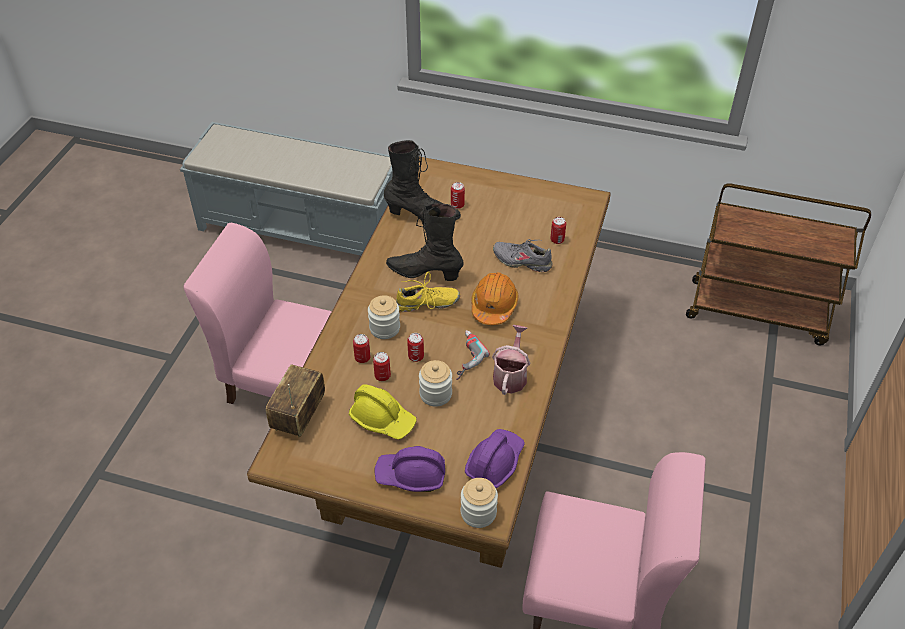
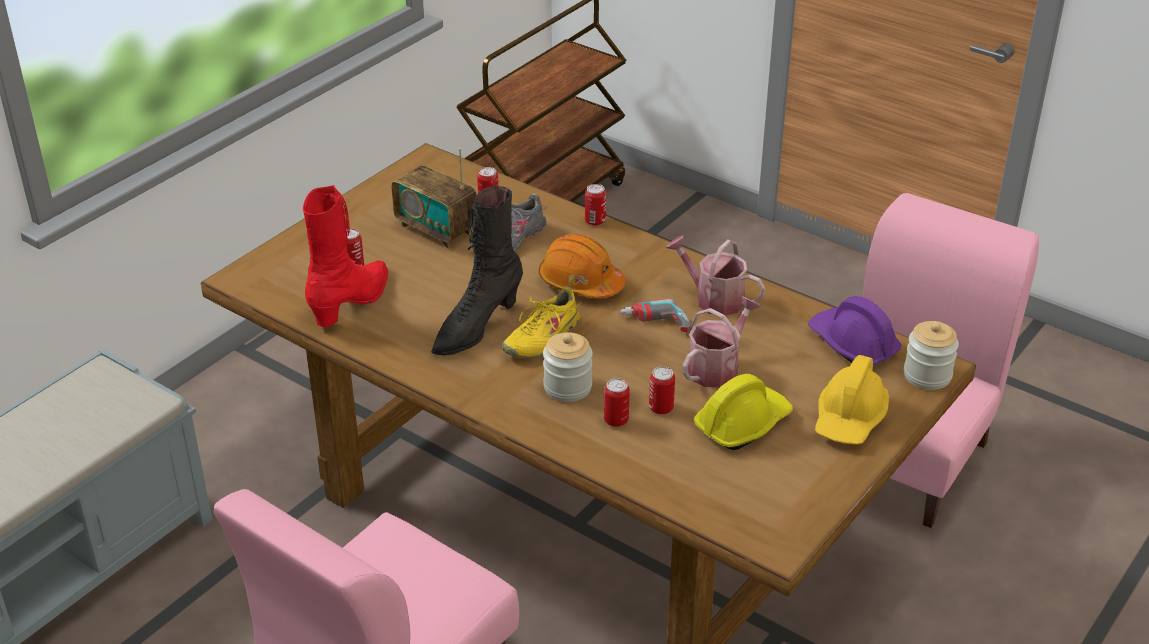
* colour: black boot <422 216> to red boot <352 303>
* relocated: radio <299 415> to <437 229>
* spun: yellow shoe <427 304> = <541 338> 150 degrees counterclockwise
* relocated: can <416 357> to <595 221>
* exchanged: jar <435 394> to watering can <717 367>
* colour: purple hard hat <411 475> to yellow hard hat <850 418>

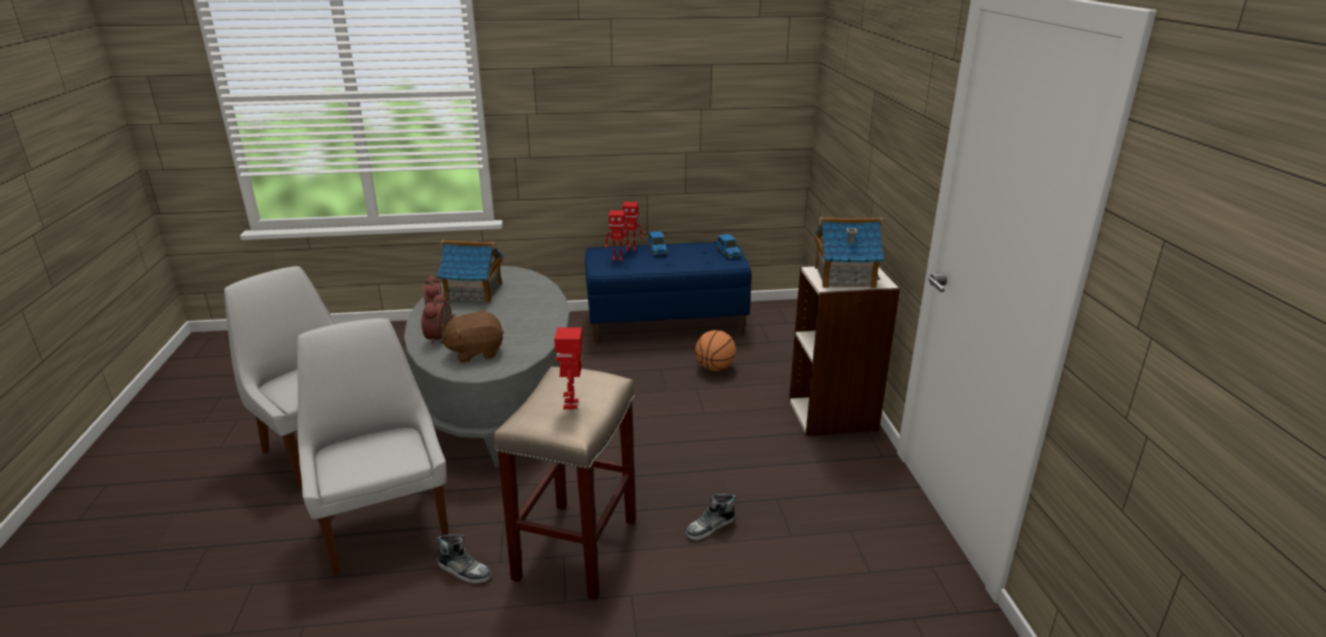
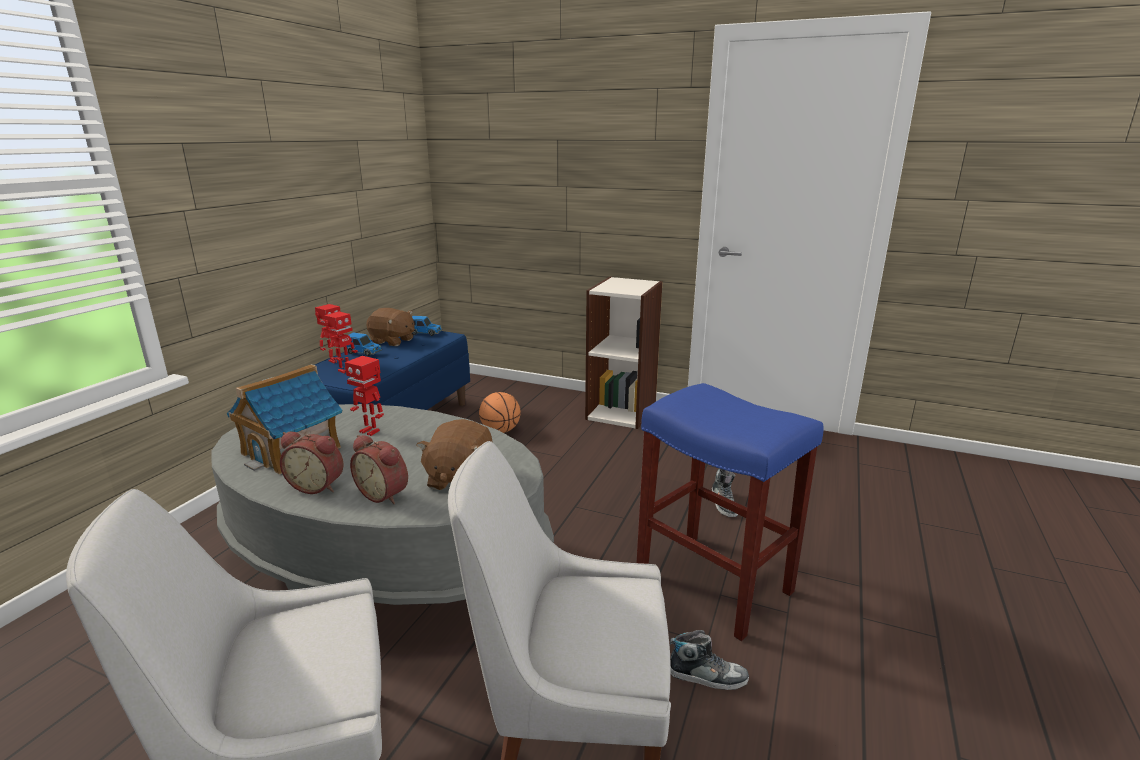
* relocated: toy robot <572 404> to <370 431>
* appeared: brown plush toy <392 341>
* colour: beige stool <576 547> to blue stool <711 582>
* spun: shoe <464 570> = <707 675> 45 degrees clockwise
* missing: toy house <844 277>

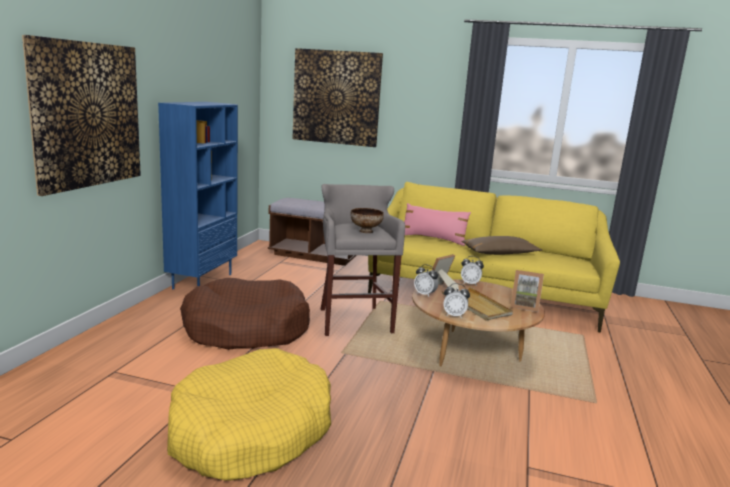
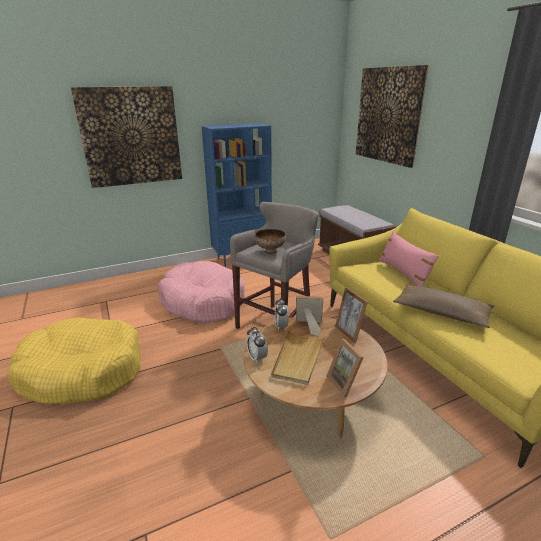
* colour: brown dog bed <246 329> to pink dog bed <203 301>
* exchanged: alarm clock <470 283> to picture frame <348 333>

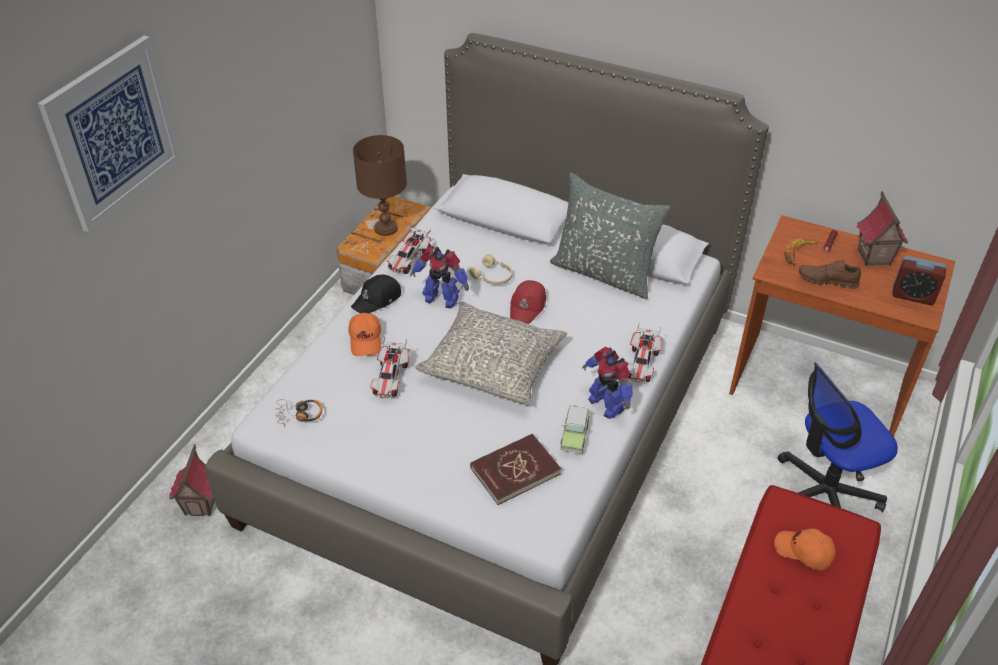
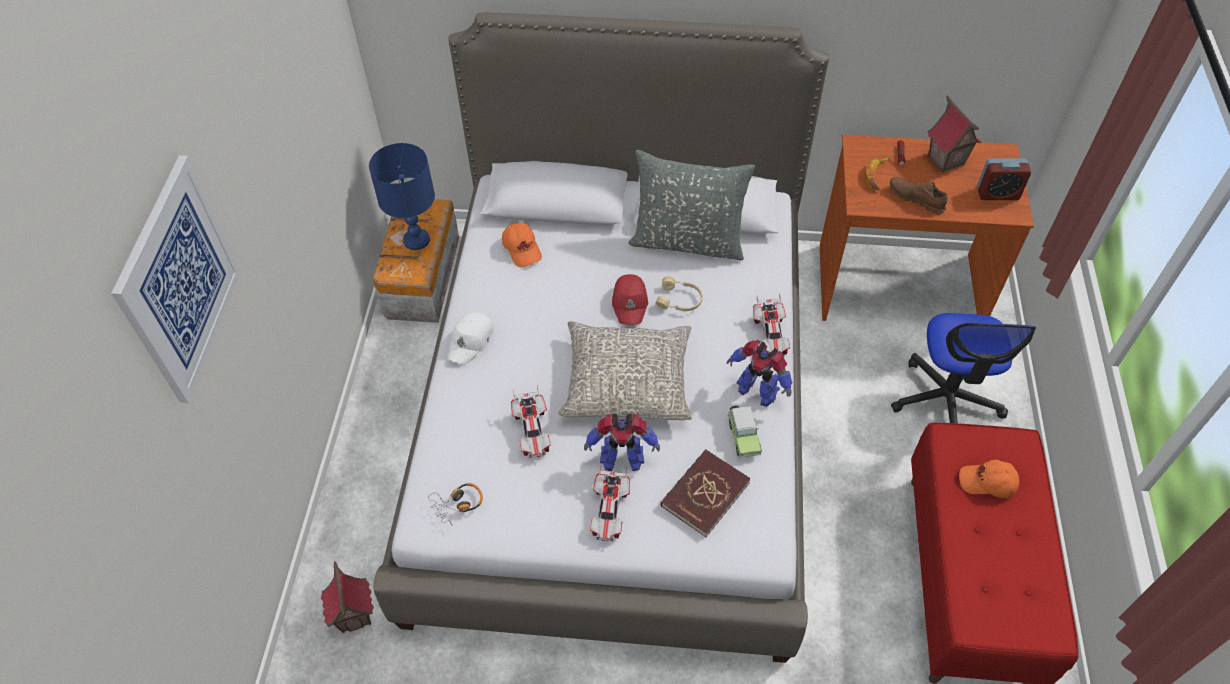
* colour: brown table lamp <386 228> to blue table lamp <416 239>
* colour: black cap <377 299> to white cap <471 341>
* relocated: orange cap <366 340> to <522 249>
* relocated: toy robot <441 298> to <621 459>
* relocated: toy car <409 260> to <609 511>
* relocated: beige headphones <492 277> to <679 300>
* spun: brown shoe <827 281> = <916 199> 45 degrees clockwise
* spun: office chair <823 495> = <946 400> 45 degrees counterclockwise

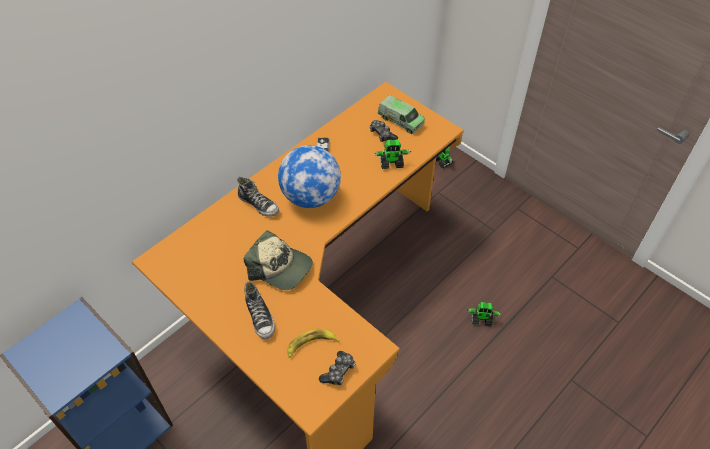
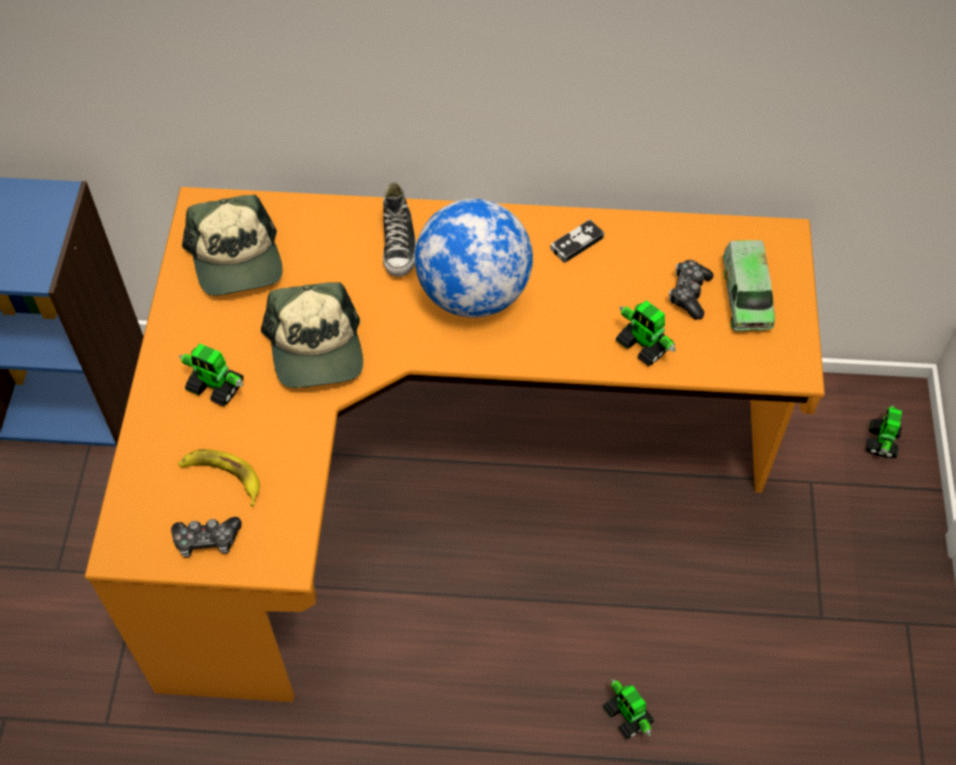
* exchanged: shoe <260 317> to toy robot <216 387>
* appeared: cap <236 260>

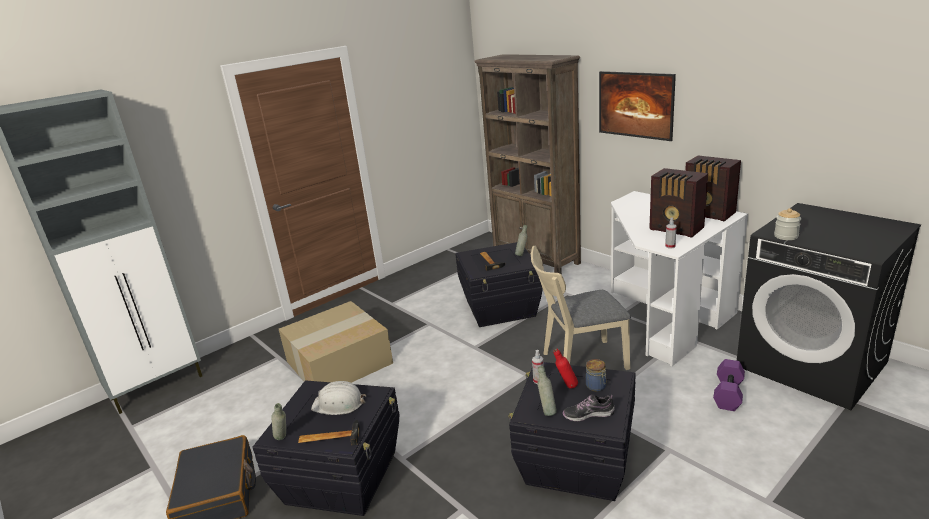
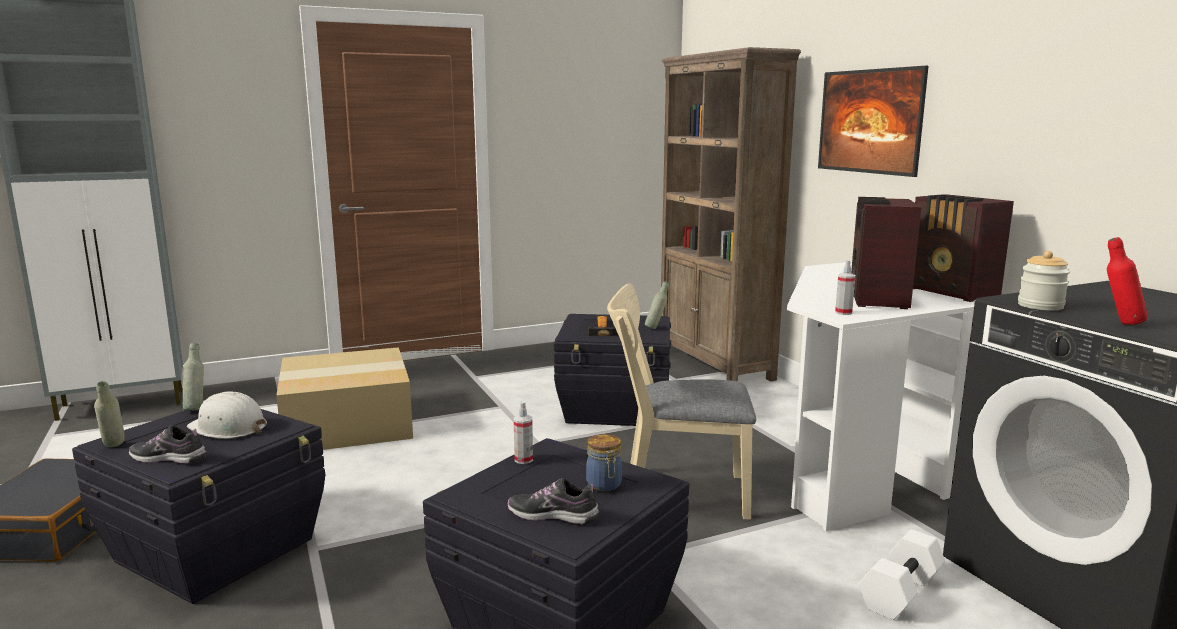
* exchanged: hammer <329 437> to shoe <169 458>
* relocated: grey bottle <547 411> to <196 409>
* spun: radio <677 229> = <877 299> 45 degrees clockwise
* colour: purple dumbbell <727 393> to white dumbbell <899 591>
* relocated: red bottle <566 387> to <1119 324>

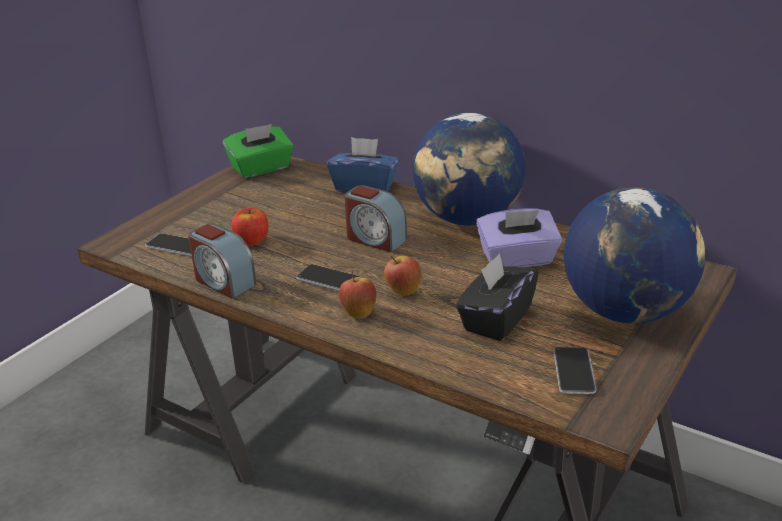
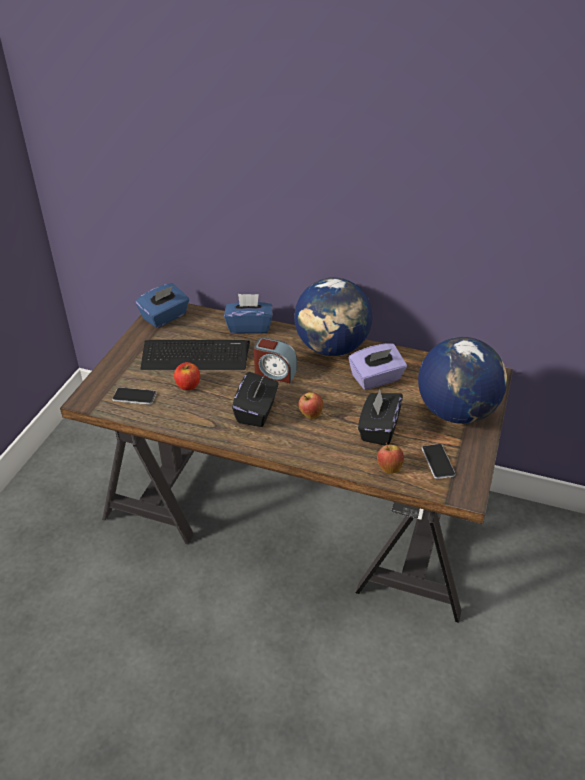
* colour: green tissue box <261 168> to blue tissue box <165 317>
* appeared: keyboard <195 356>
* exchanged: phone <328 279> to black tissue box <256 412>
* relocated: apple <358 312> to <389 468>
* missing: alarm clock <223 282>

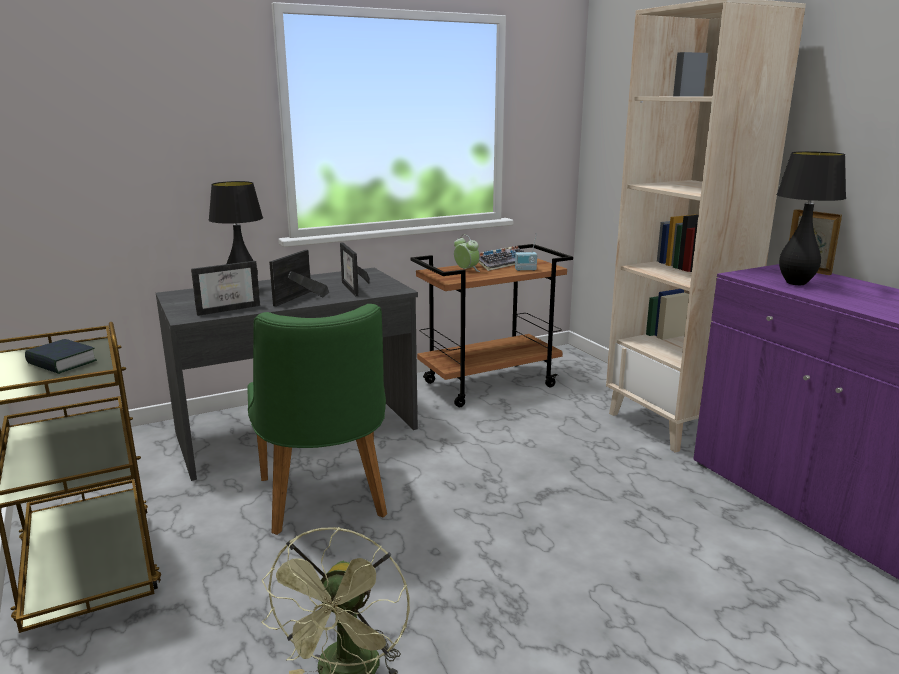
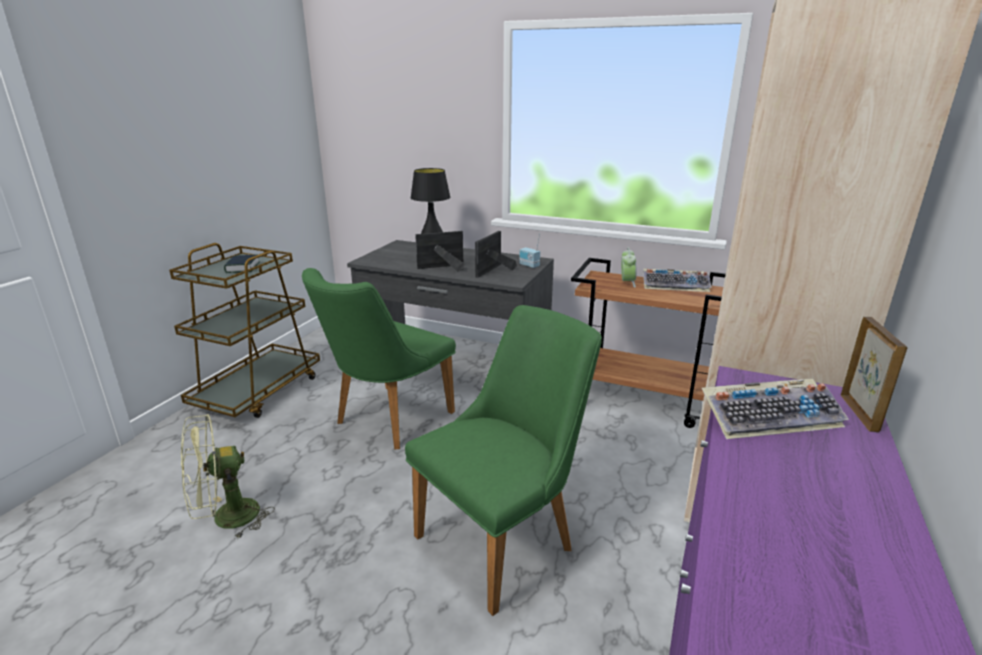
* appeared: green chair <506 537>
* relocated: radio <525 270> to <529 265>
* exchanged: black table lamp <795 283> to keyboard <770 417>
* missing: picture frame <228 308>

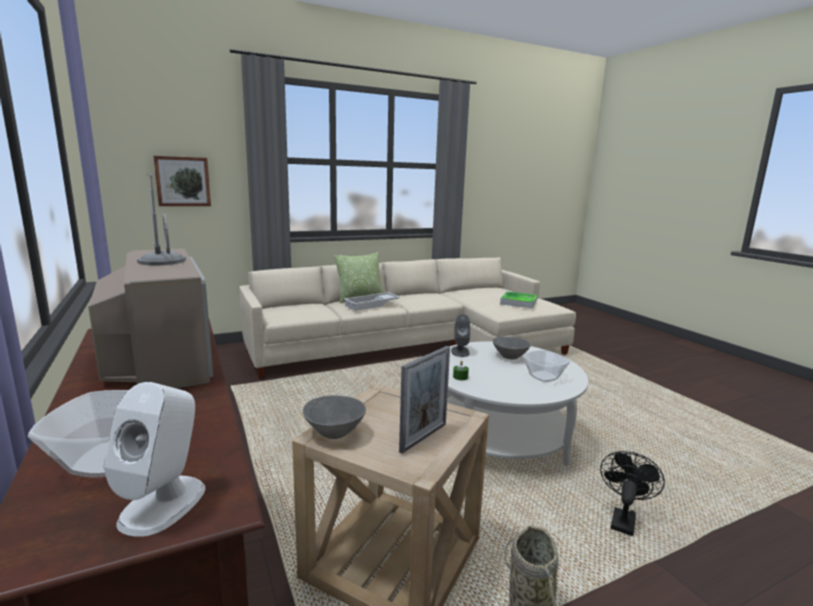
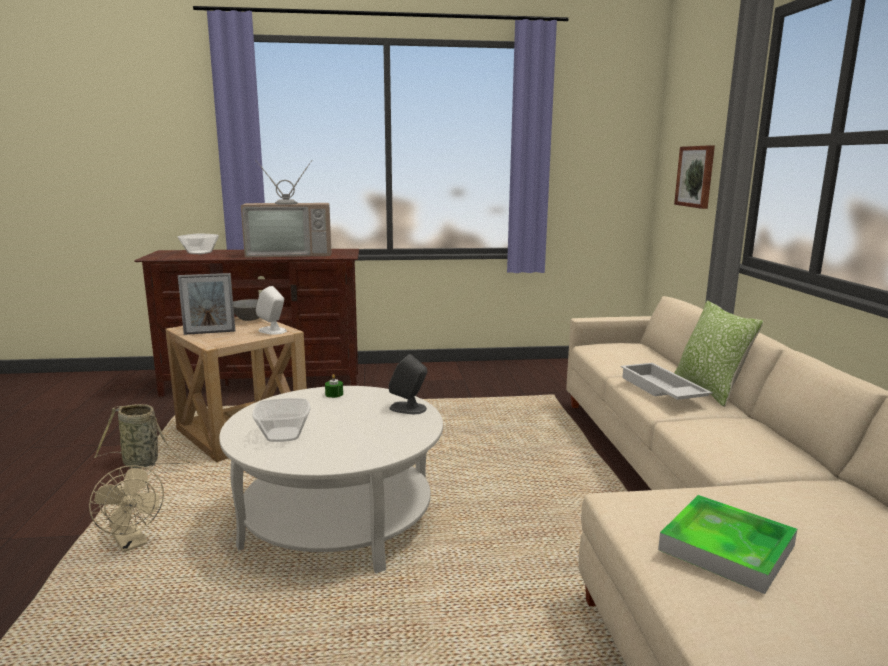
* colour: black fan <623 519> to beige fan <132 543>
* spun: picture frame <423 437> = <209 332> 75 degrees counterclockwise
* relocated: white speaker <164 503> to <272 331>
* missing: grey bowl <509 356>

